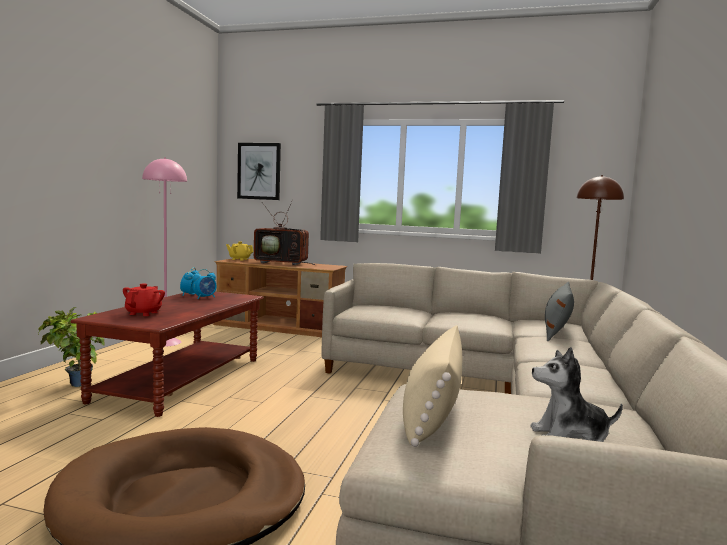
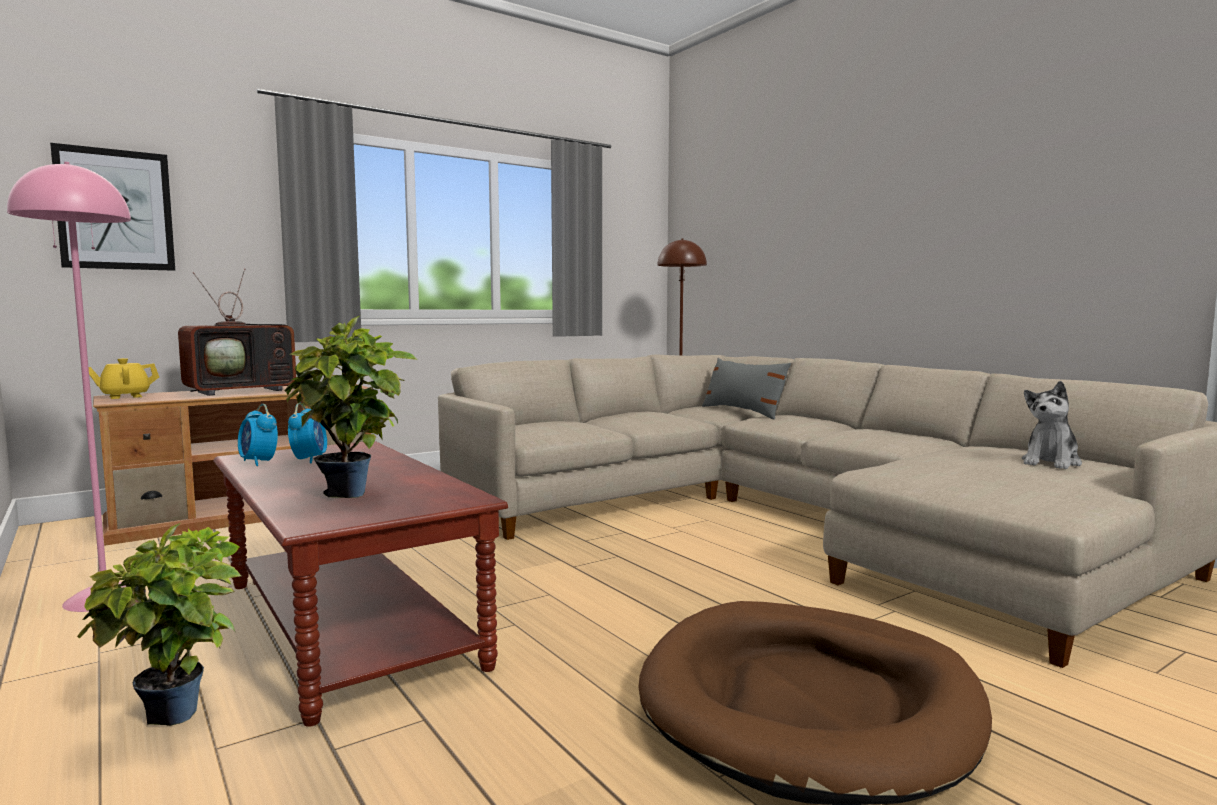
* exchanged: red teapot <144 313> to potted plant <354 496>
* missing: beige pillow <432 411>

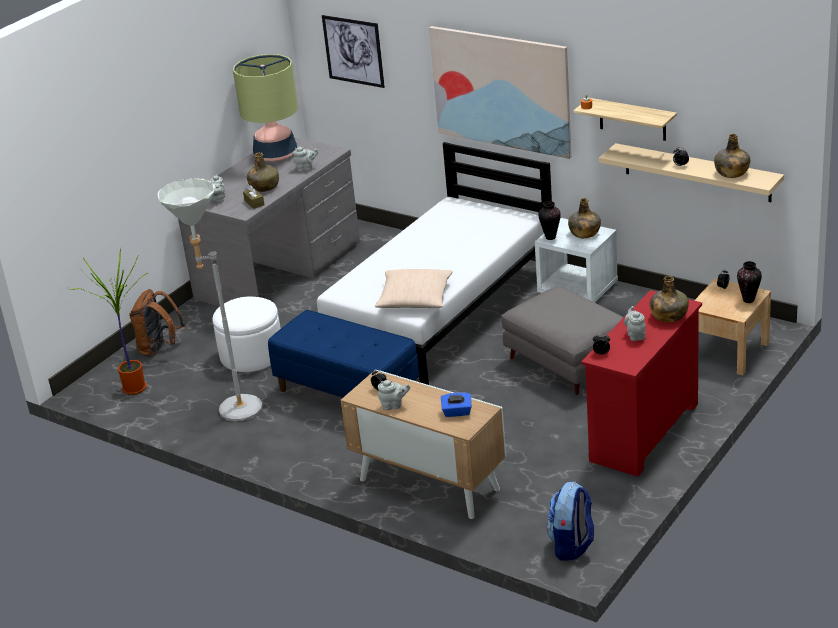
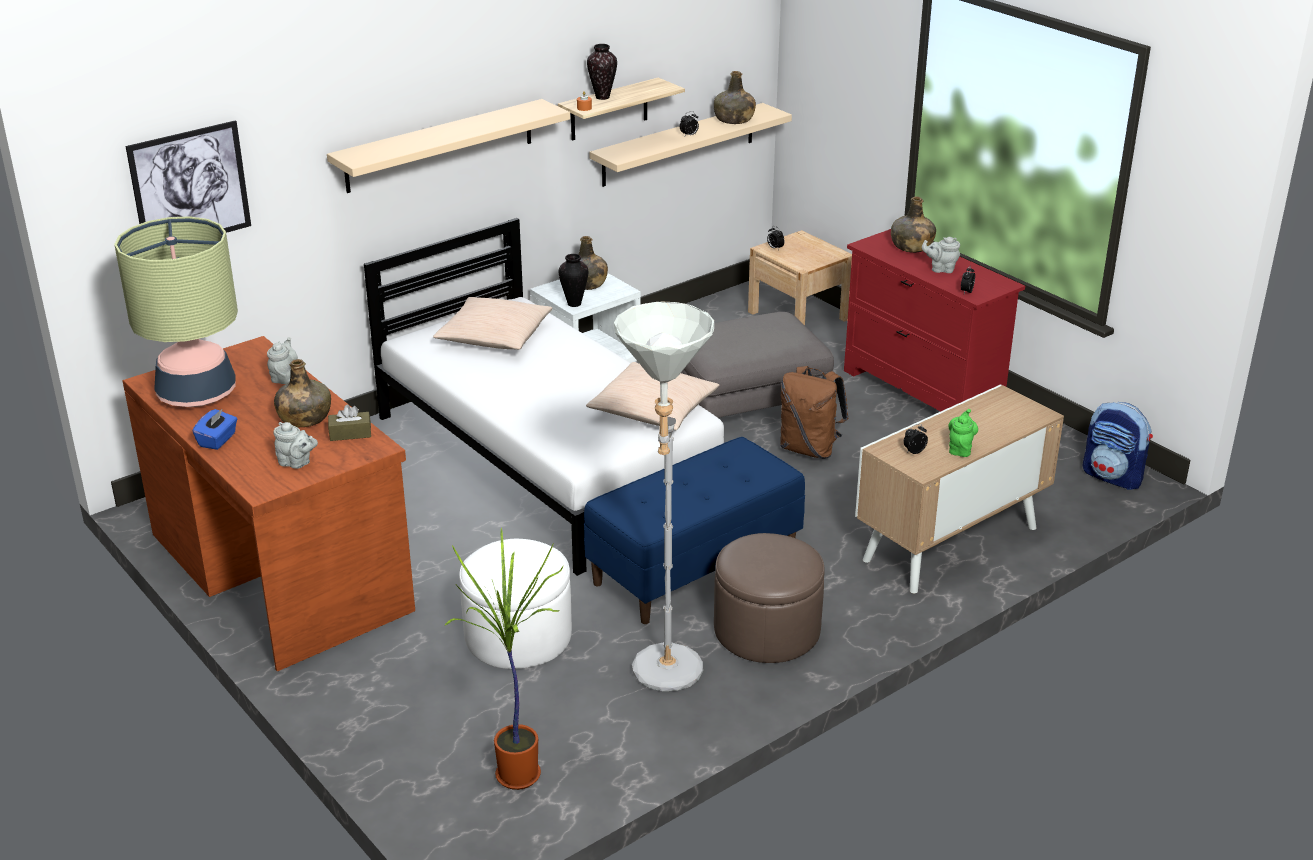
* colour: grey desk <280 270> to brown desk <281 570>
* relocated: blue tissue box <457 412> to <218 440>
* exchanged: picture <501 90> to beige shelf <440 146>
* appeared: beige pillow <494 336>
* relocated: vase <749 300> to <603 97>
* appeared: brown ottoman <767 630>
* relocated: brown backpack <159 349> to <809 449>
* colour: grey teapot <394 405> to green teapot <960 449>

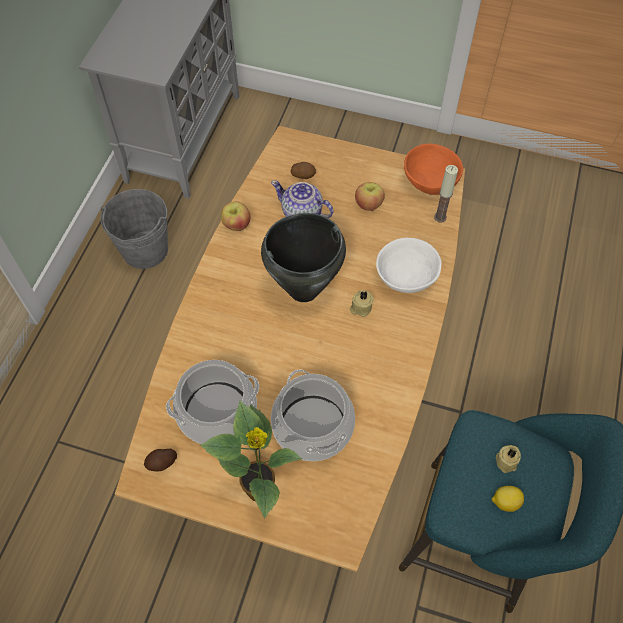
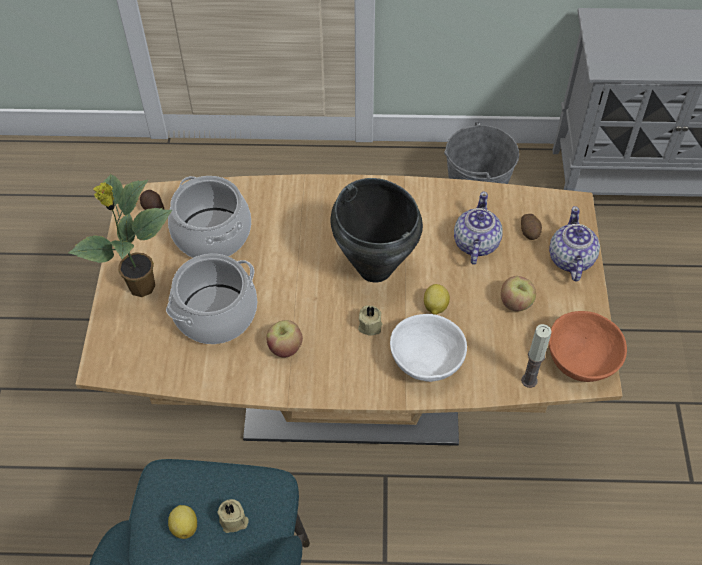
* relocated: apple <236 225> to <285 347>
* appeared: lemon <435 307>
* appeared: teapot <570 259>

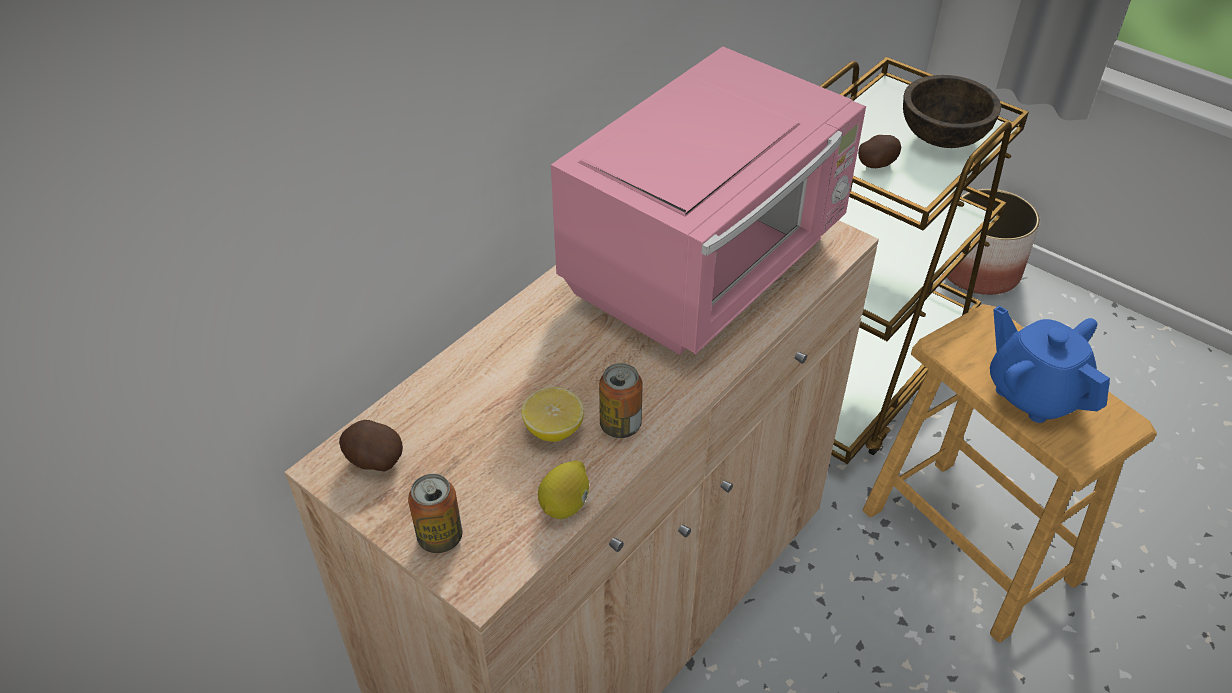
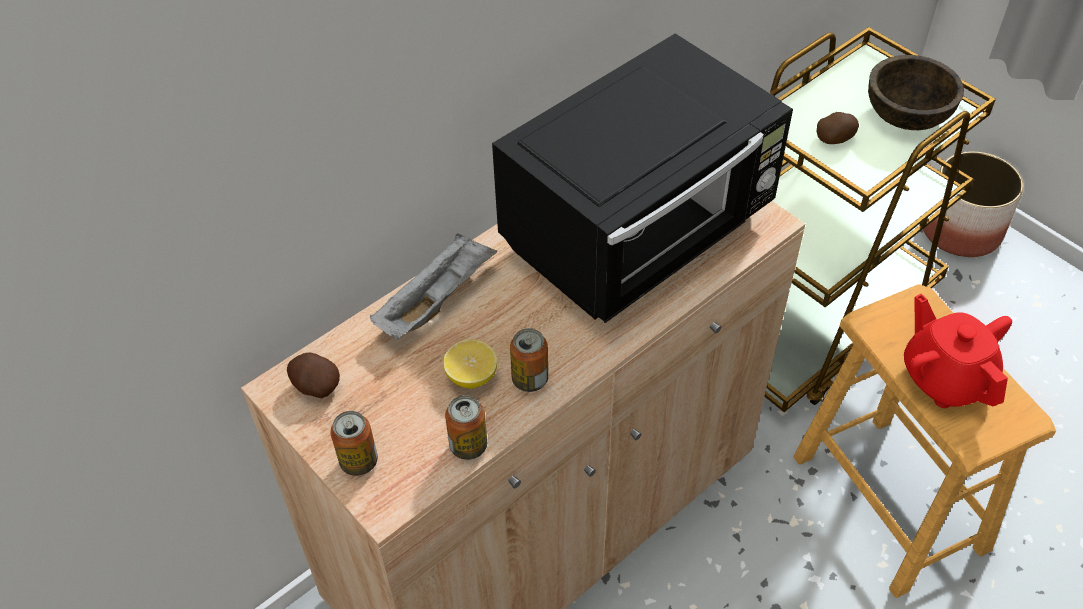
* appeared: grey tray <436 300>
* exchanged: lemon <565 504> to can <468 446>
* colour: pink microwave <708 264> to black microwave <641 233>
* colour: blue teapot <1034 393> to red teapot <945 378>

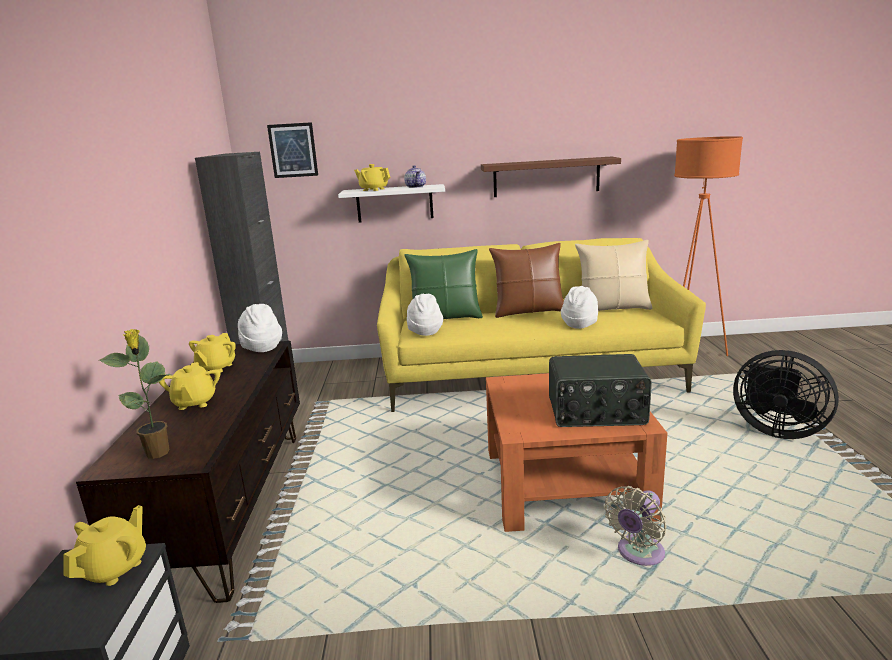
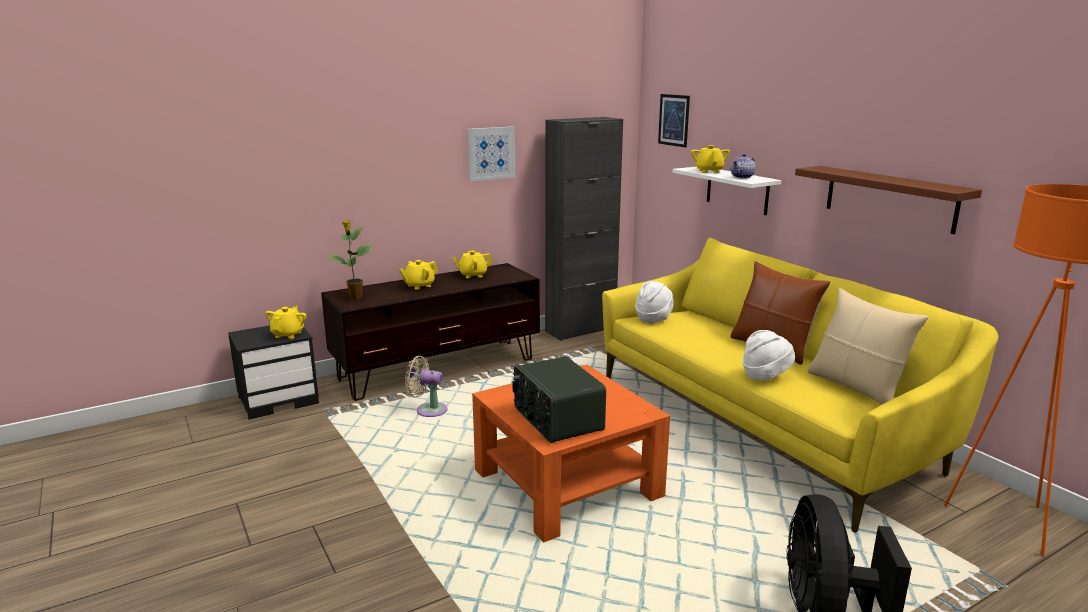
* spun: yellow teapot <115 568> = <288 334> 75 degrees counterclockwise
* relocated: beige fan <638 554> to <428 410>
* appeared: picture <491 153>
* missing: white hat <261 347>
* missing: green pillow <445 318>

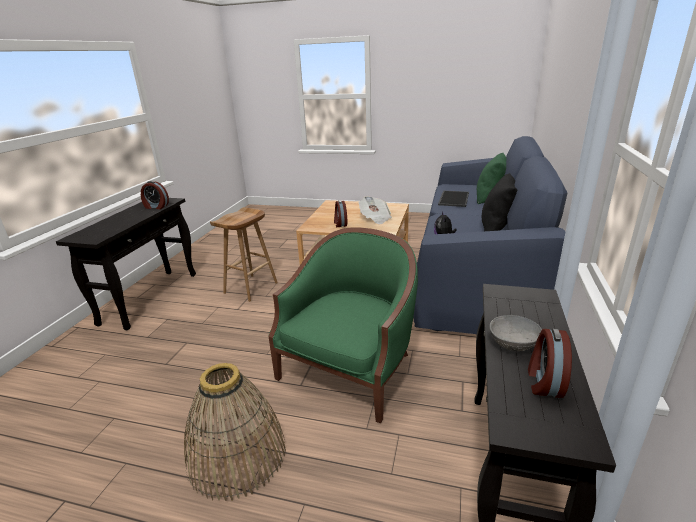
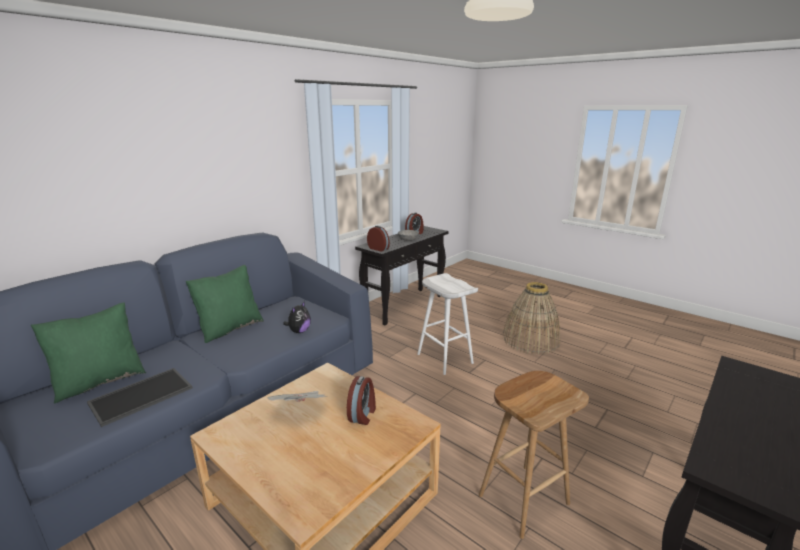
* colour: black pillow <497 229> to green pillow <230 328>
* relocated: alarm clock <156 207> to <378 248>
* exchanged: green armchair <351 369> to white stool <444 358>

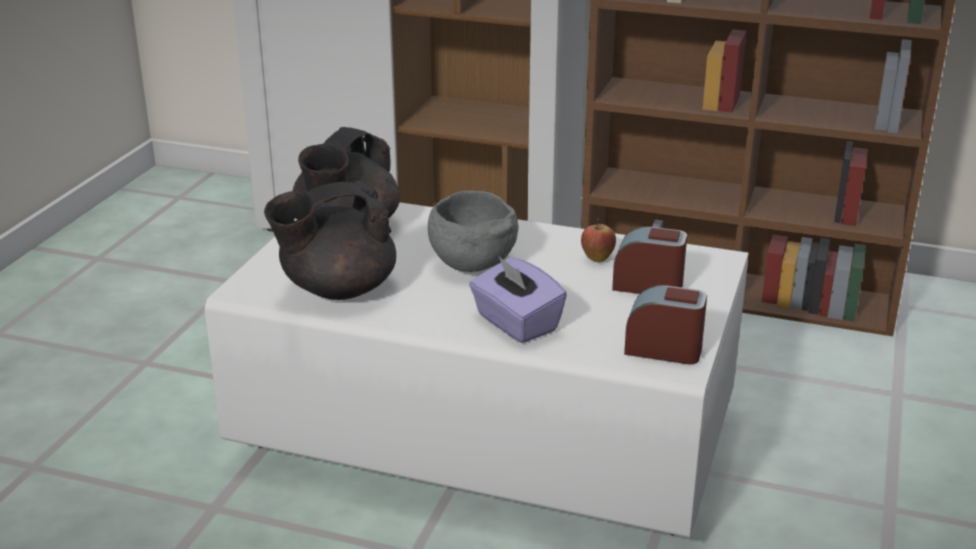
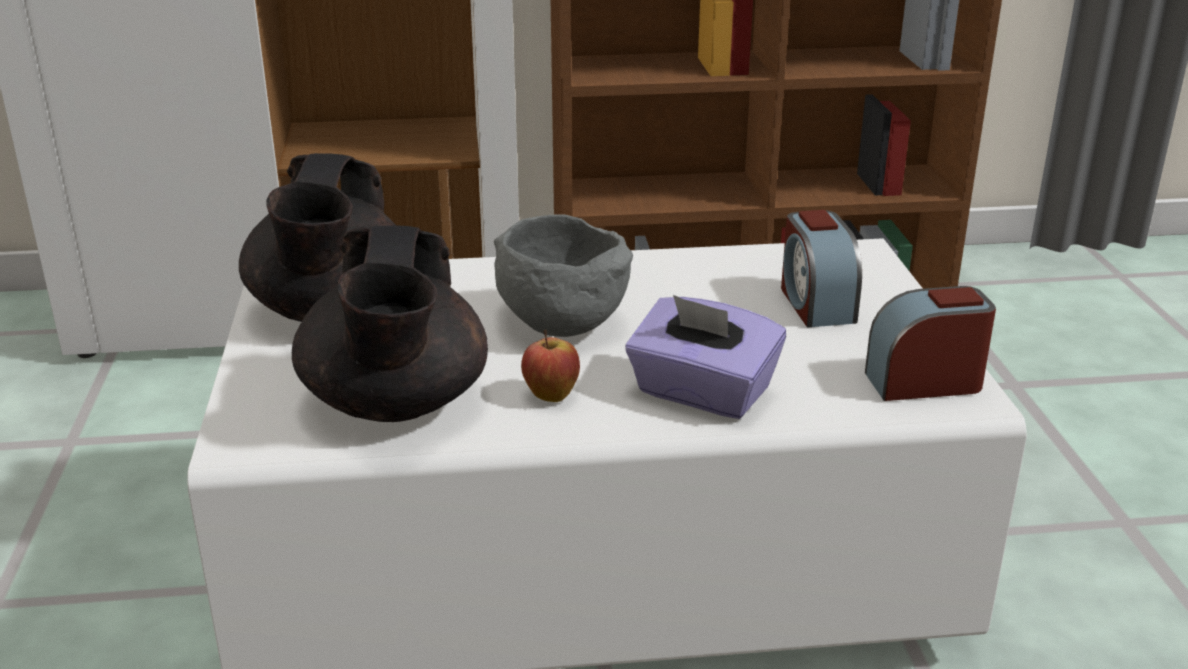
* spun: black teapot <337 289> = <396 405> 45 degrees counterclockwise
* relocated: apple <597 259> to <551 396>
* spun: alarm clock <648 286> = <815 303> 90 degrees counterclockwise

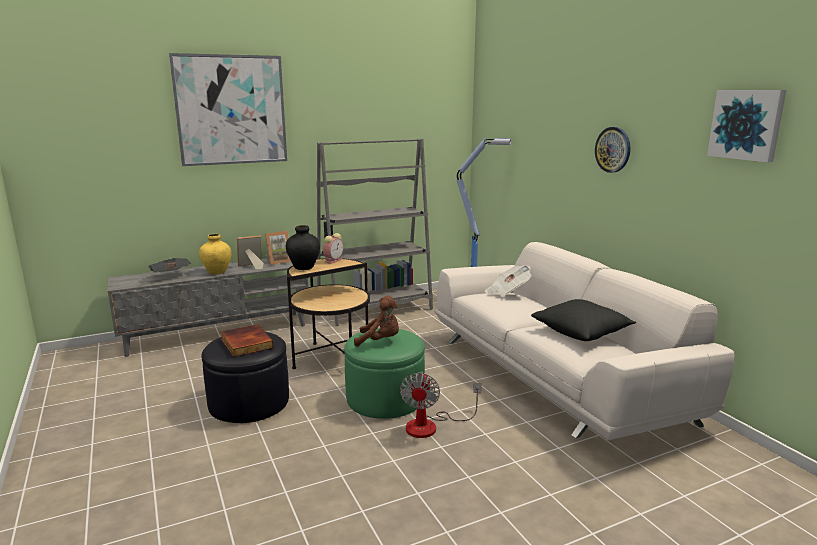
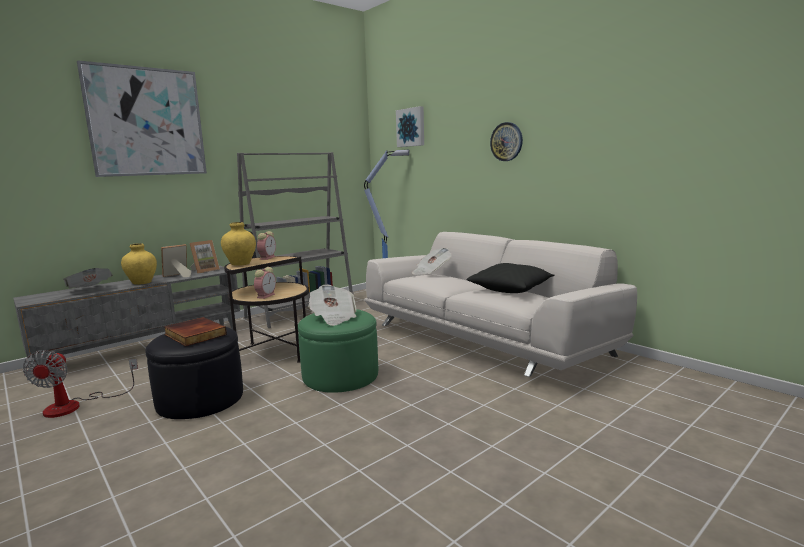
* relocated: fan <431 426> to <75 405>
* colour: black vase <304 267> to yellow vase <240 264>
* appeared: alarm clock <266 295>
* exchanged: brown plush toy <380 341> to newspaper <333 317>
* relocated: picture <747 124> to <411 127>

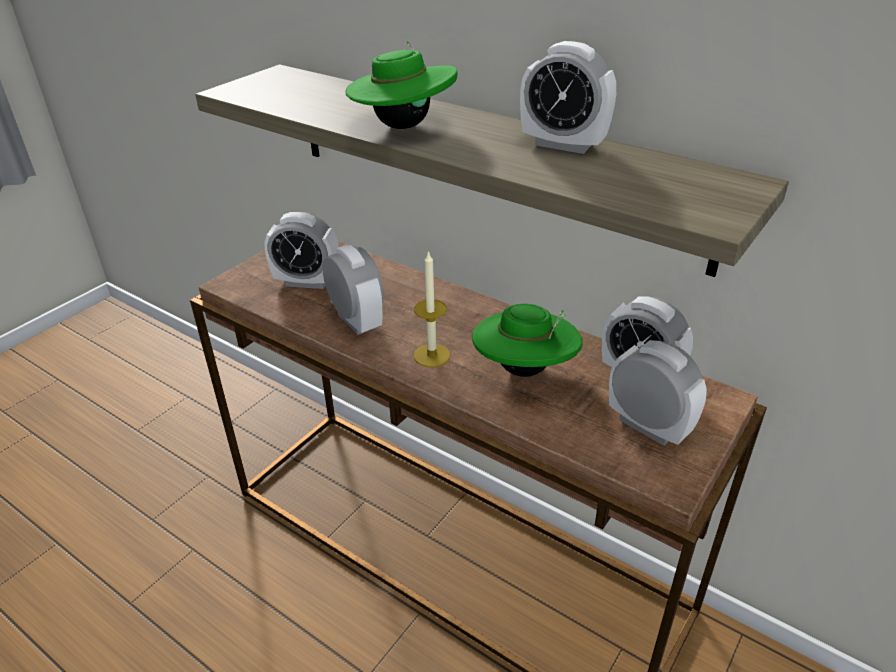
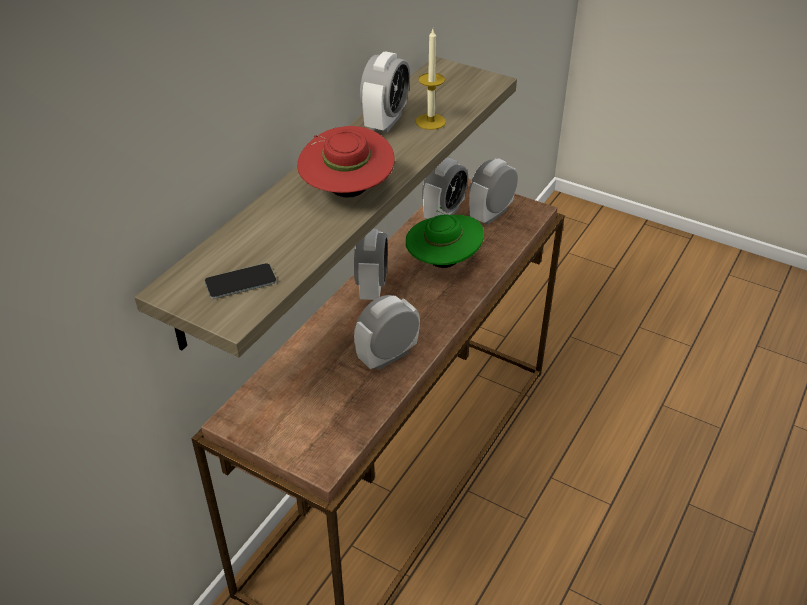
* appeared: phone <240 281>
* colour: green hat <403 126> to red hat <347 192>
* relocated: alarm clock <307 282> to <372 288>
* relocated: candle <432 355> to <430 121>

